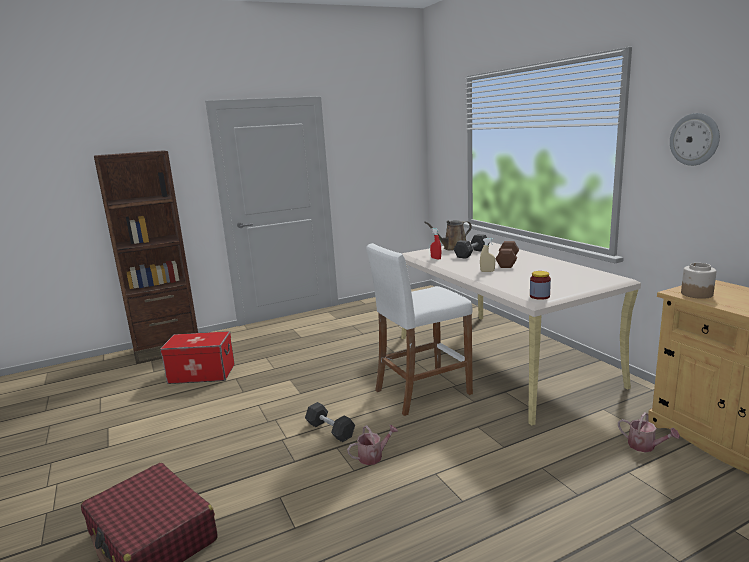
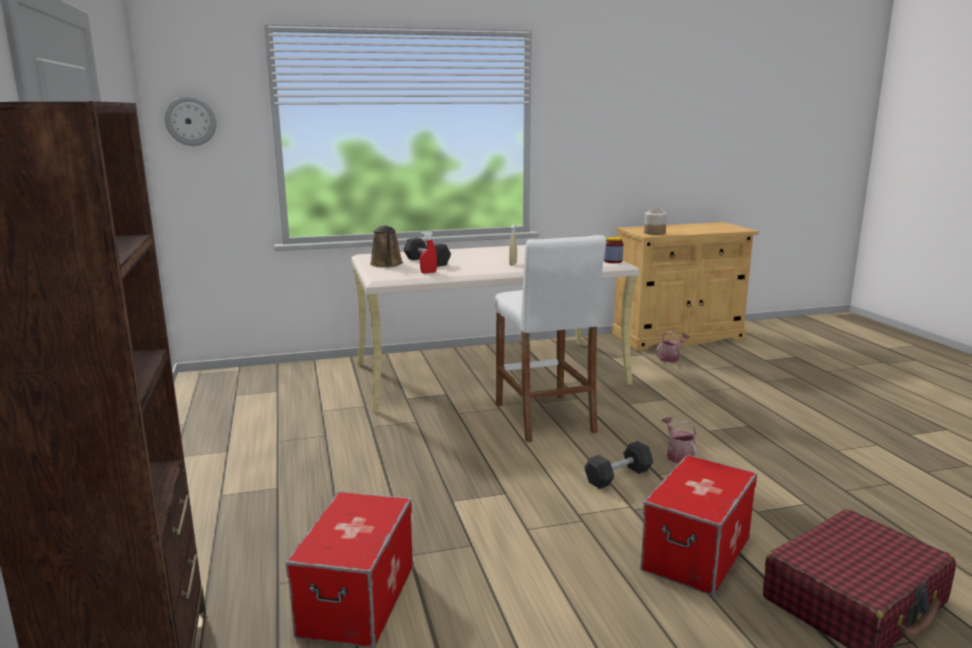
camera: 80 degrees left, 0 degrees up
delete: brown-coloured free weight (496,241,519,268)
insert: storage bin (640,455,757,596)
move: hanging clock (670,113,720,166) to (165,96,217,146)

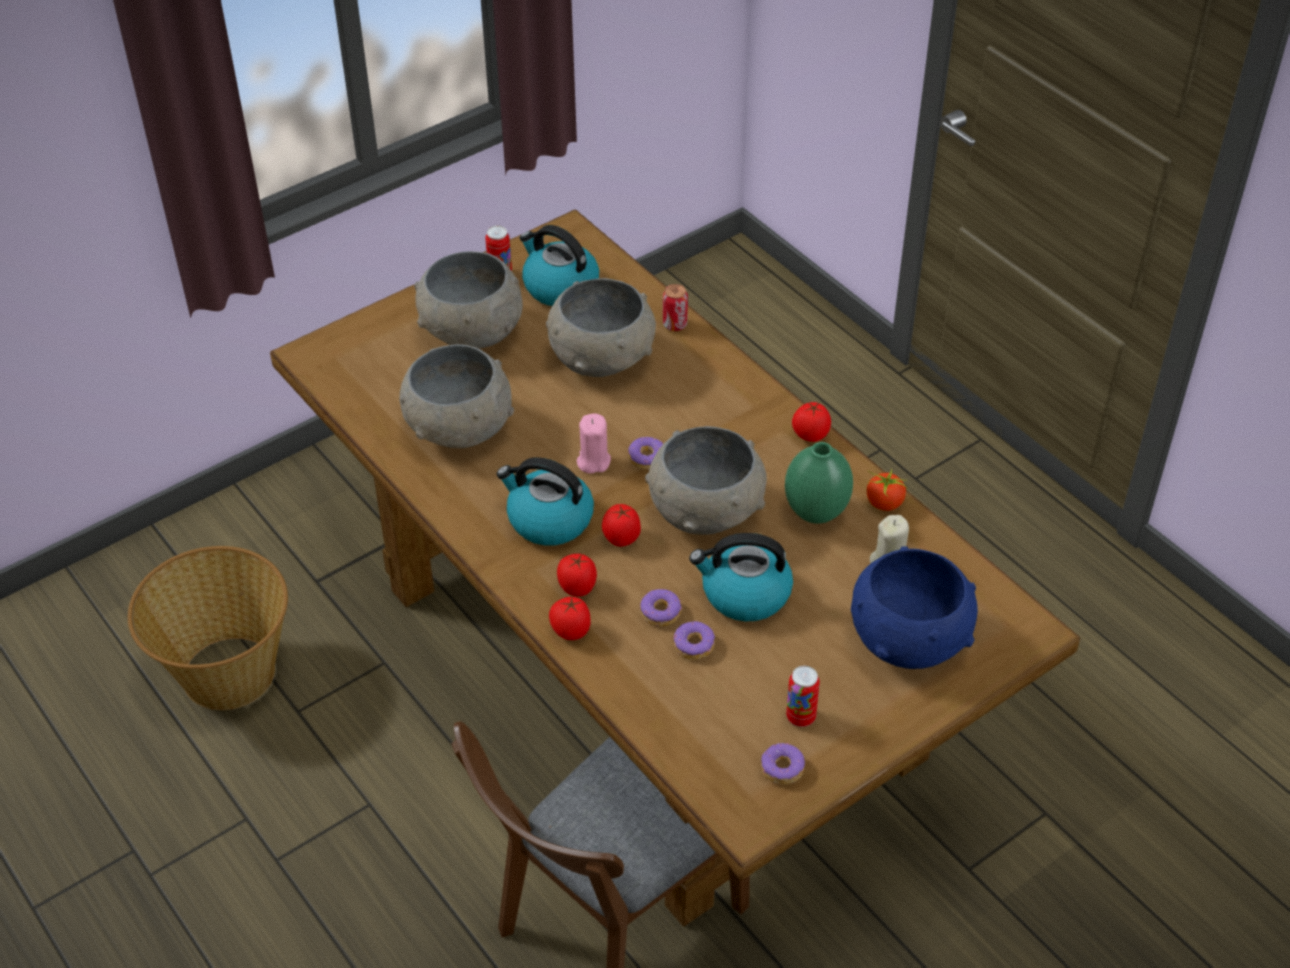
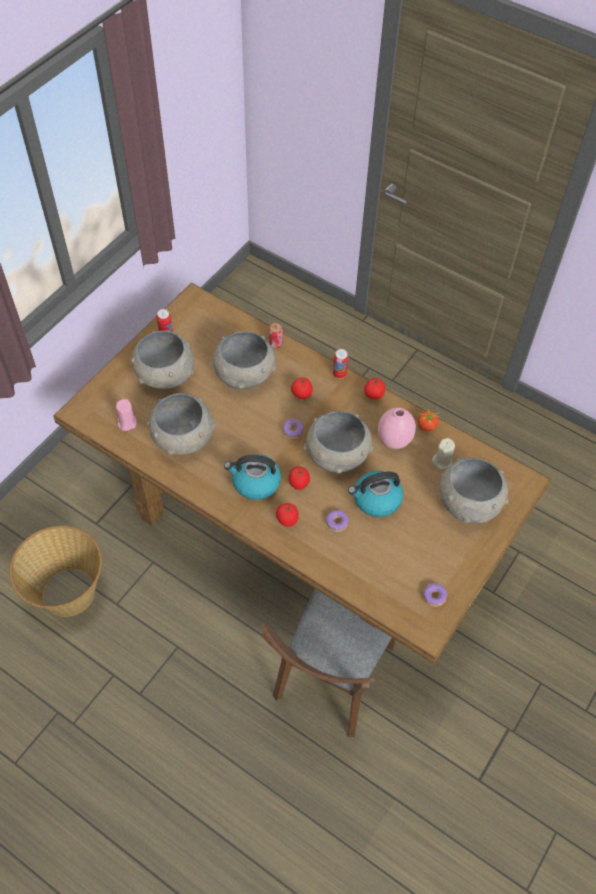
camera: 20 degrees left, 10 degrees up
delete: water kettle (520,225,599,306); doughnut (674,621,715,660)
move: fresh tomato (549,597,591,640) to (291,378,313,399); pink-coloured candle (577,413,611,474) to (116,399,136,431); can (786,666,820,727) to (333,349,348,379)
recolor: greenish flower vase (785,442,853,524) to pink-coloured flower vase (378,408,416,449); blue-coloured serving bowl (851,546,978,669) to greyish serving bowl (440,457,509,524)

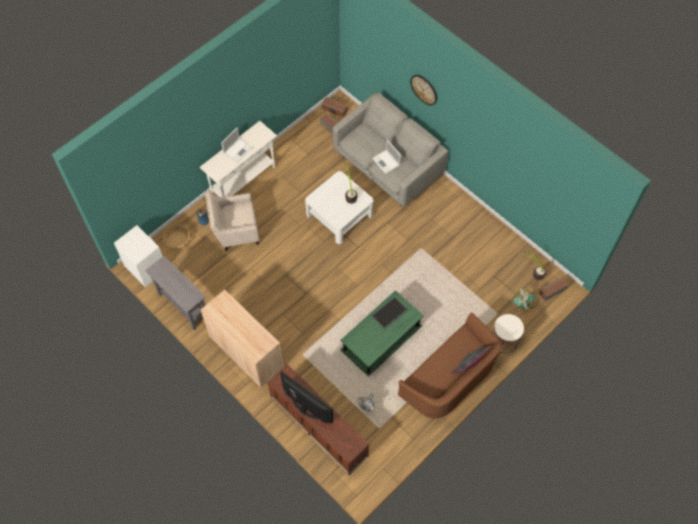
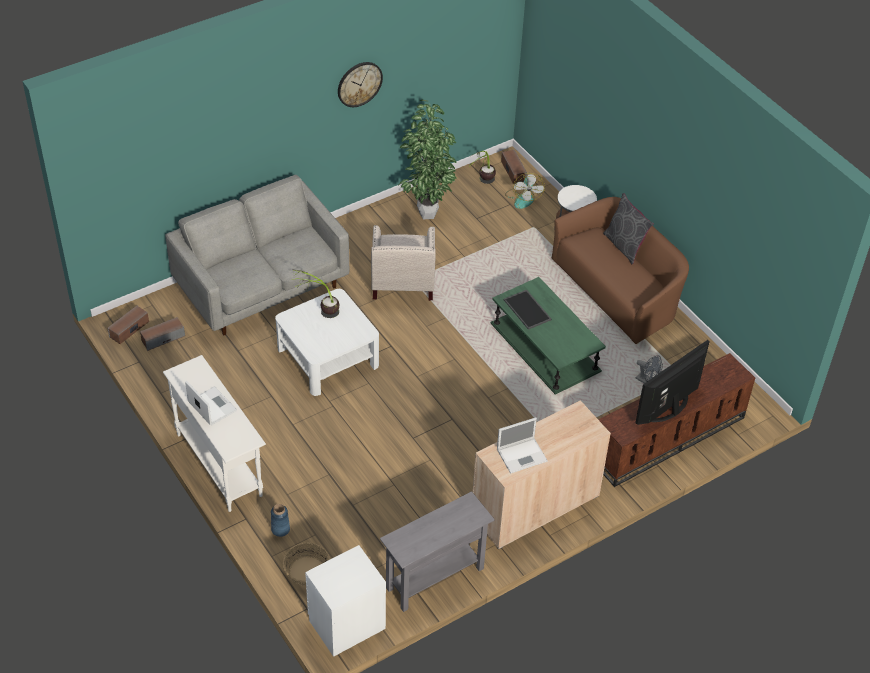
camera: 80 degrees left, 15 degrees down
insert: houseplant (399,100,457,219)
move: beige-coloured armchair (205,190,259,252) to (371,225,436,301); laptop (372,139,401,174) to (497,417,548,474); hanging clock (410,75,437,105) to (338,62,383,107)

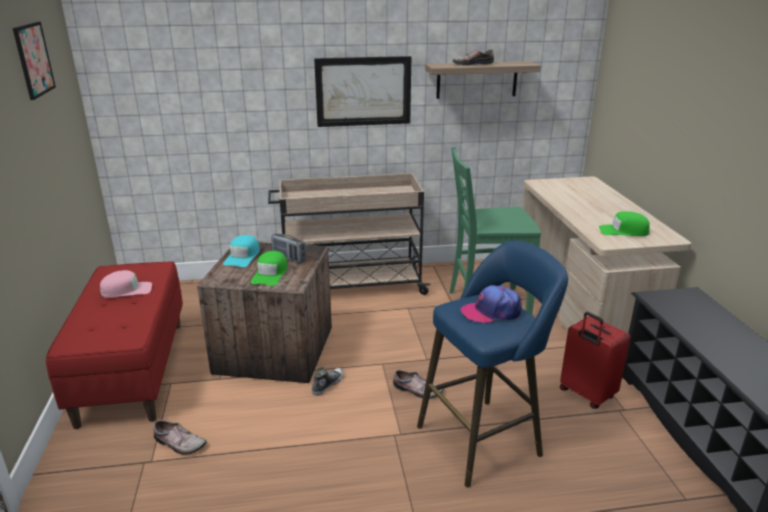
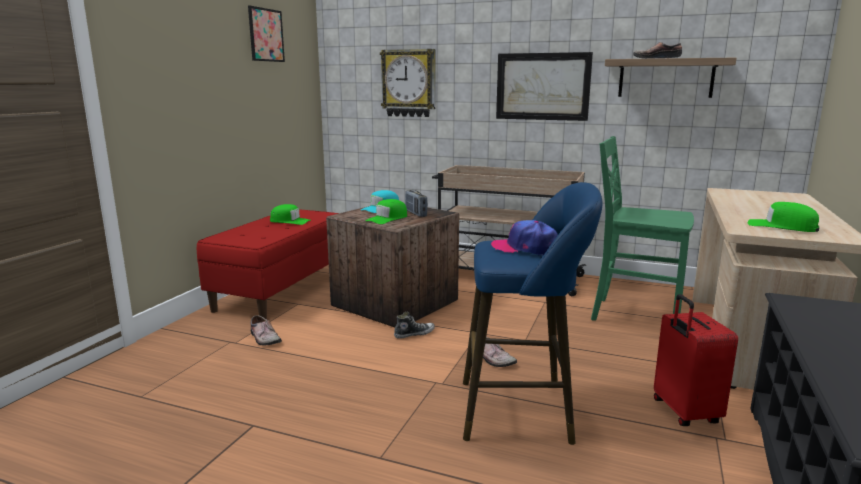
camera: 30 degrees right, 10 degrees down
insert: hanging clock (380,49,436,117)
recolor: pink-coloured peaked cap (100,270,152,298) to greenish peaked cap (270,204,311,225)

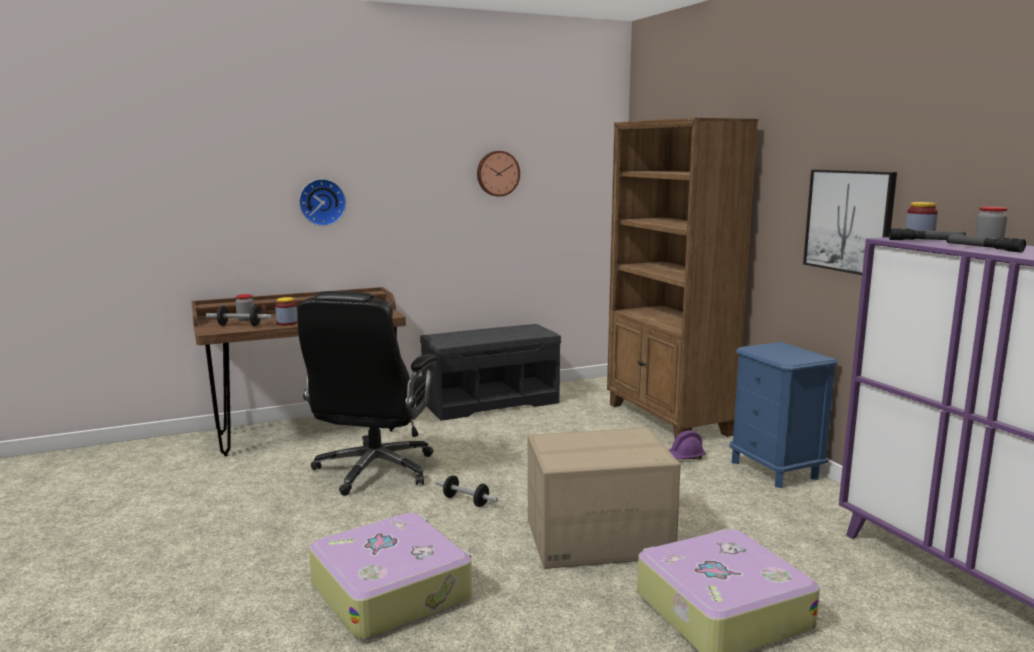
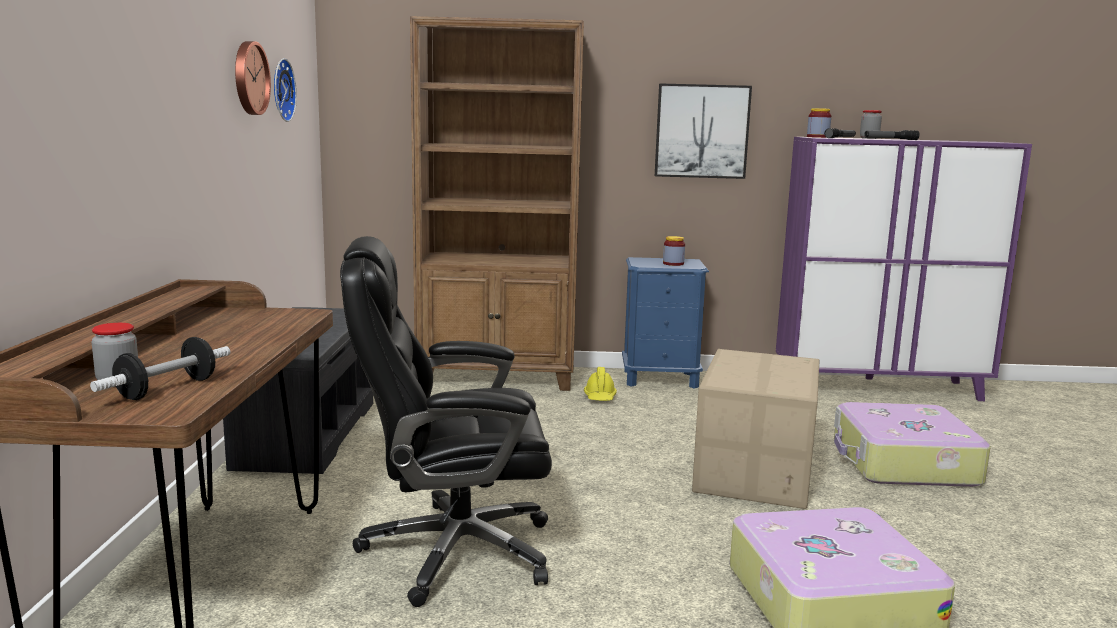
camera: 65 degrees left, 0 degrees up
delete: free weight (435,475,498,507)
move: jar (275,297,297,326) to (663,236,685,266); hanging clock (299,179,346,226) to (274,58,297,122)
recolor: purple safety helmet (669,430,706,460) to yellowish safety helmet (584,367,617,401)
rotate: black-coloured desk chair (297,291,437,496) = (340,236,552,607) 135 degrees clockwise

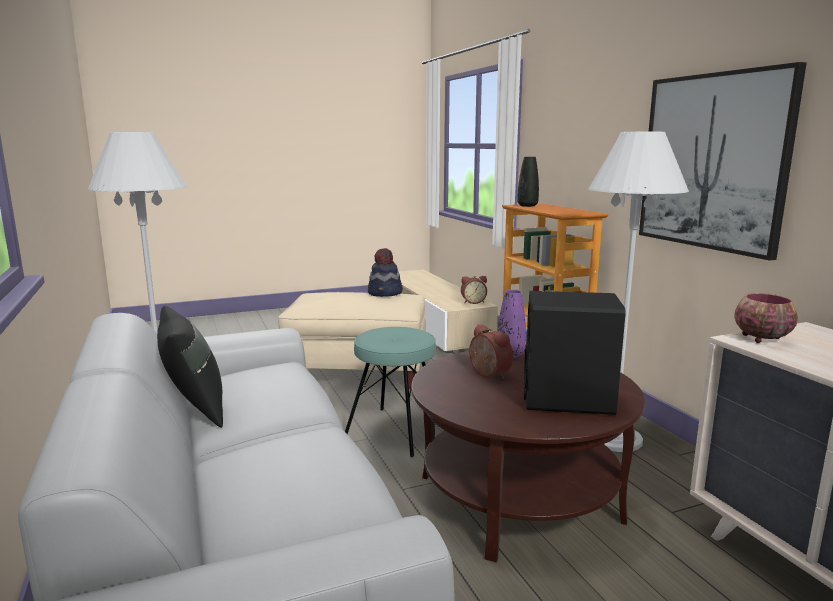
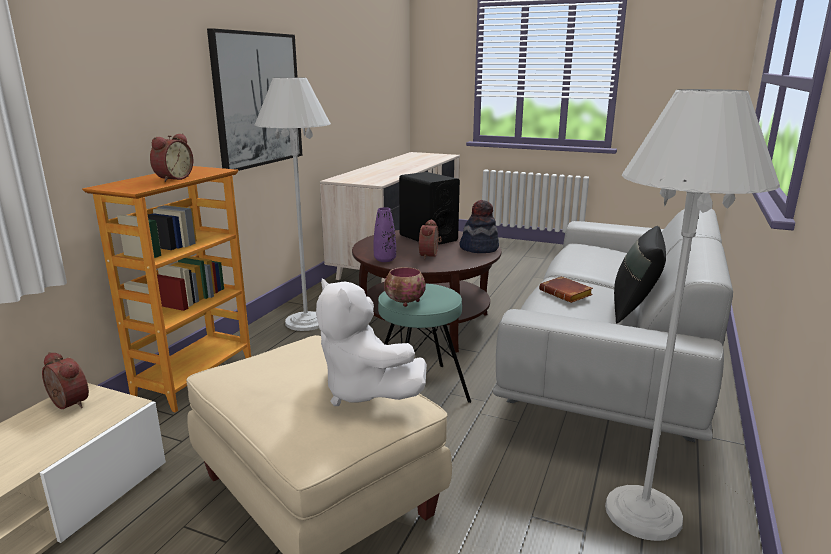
camera: 135 degrees left, 5 degrees up
delete: black-coloured flower vase (517,157,539,207)
insert: alarm clock (150,133,193,182); white-coloured plush toy (316,278,427,406); brown-coloured book (539,276,593,303)
move: clothing hat (368,248,403,297) to (459,200,499,253); serving bowl (734,293,798,343) to (384,267,426,307)

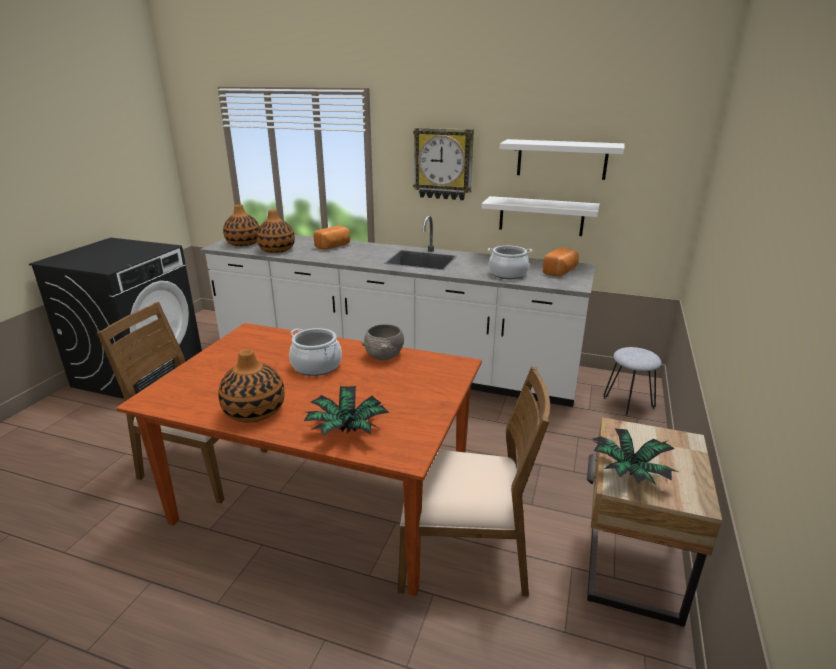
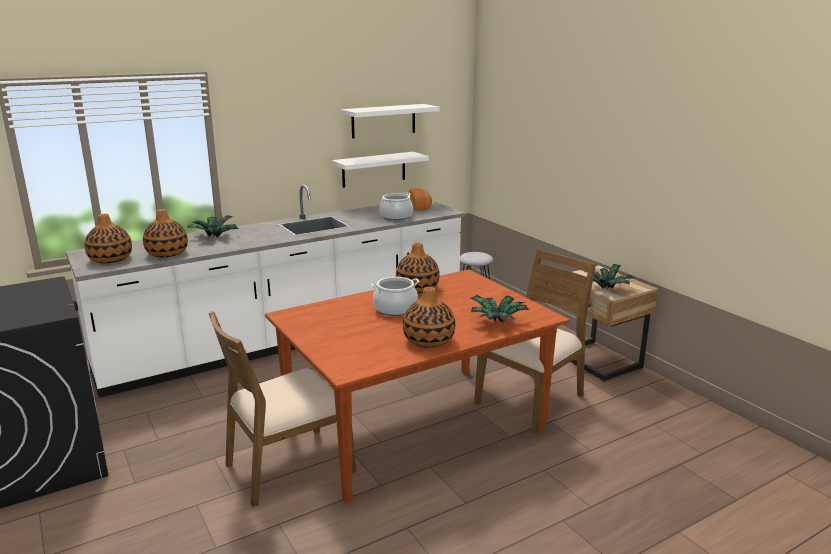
camera: 50 degrees left, 5 degrees down
delete: hanging clock (413,128,474,200)
replace: baked bread (314,225,350,249) to houseplant (187,215,239,237); greyish serving bowl (362,324,404,360) to flower vase (396,243,440,293)

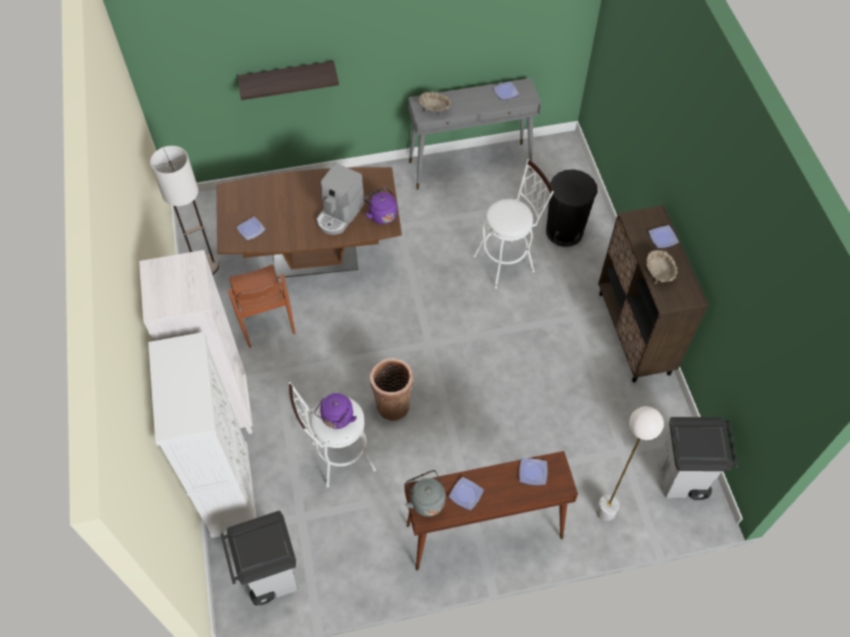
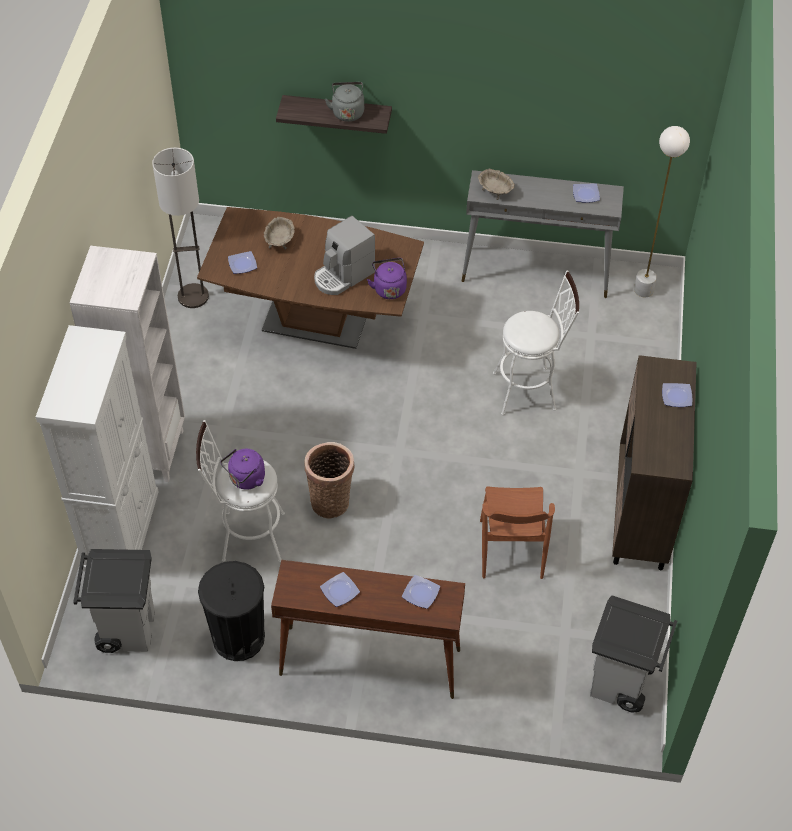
camera: 20 degrees right, 5 degrees down
move: brown-coloured upright chair (228,265,295,348) to (480,486,555,579); greyish water kettle (405,470,446,516) to (325,82,364,122); black-coloured waste bin (546,169,597,247) to (198,561,265,661); white-coloured standing lamp (596,406,664,521) to (634,126,690,297); beige-coloured serving bowl (647,250,678,284) to (264,217,295,250)

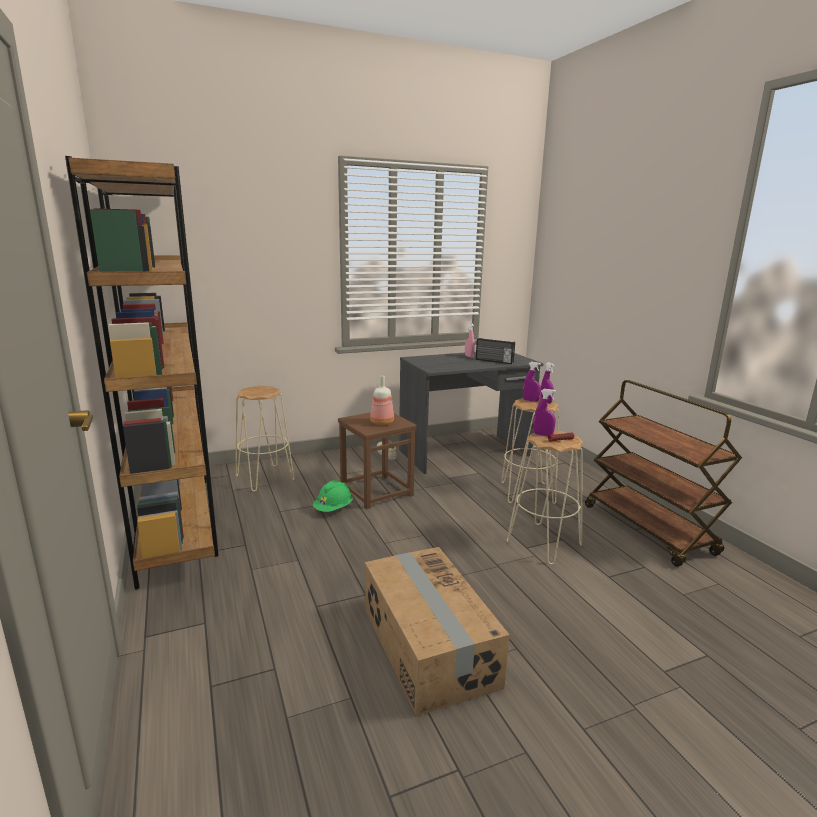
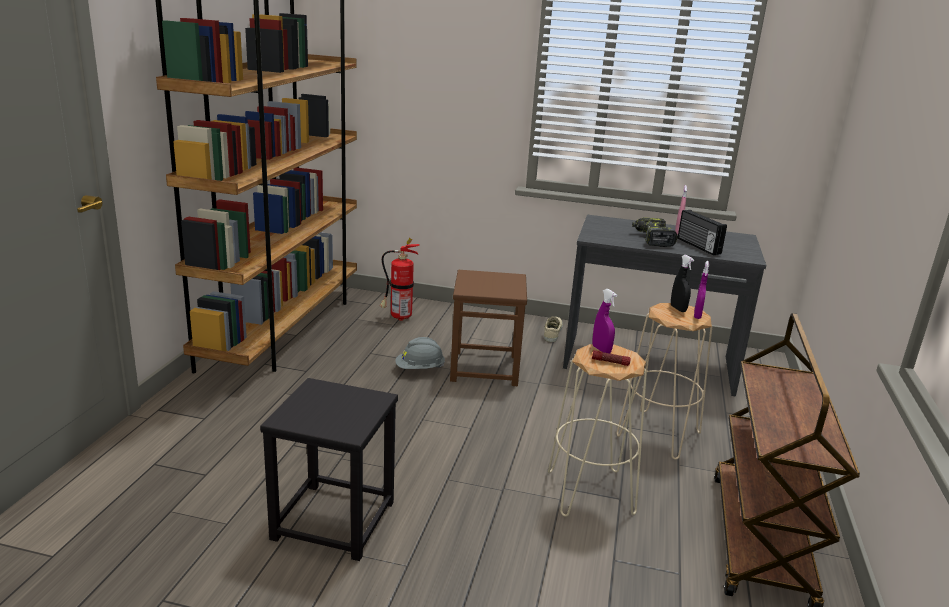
camera: 35 degrees right, 5 degrees up
delete: drink bottle (370,376,394,425)
insert: electric drill (632,217,678,247)
replace: beige-coloured sitting stool (235,386,294,492) to fire-fighting cylinder (380,238,419,321); carton (365,547,510,717) to black-coloured sitting stool (260,378,398,561)
recolor: greenish safety helmet (313,480,353,512) to greyish safety helmet (395,337,445,369); purple sprayer (523,362,541,402) to black-coloured sprayer (671,255,694,312)

